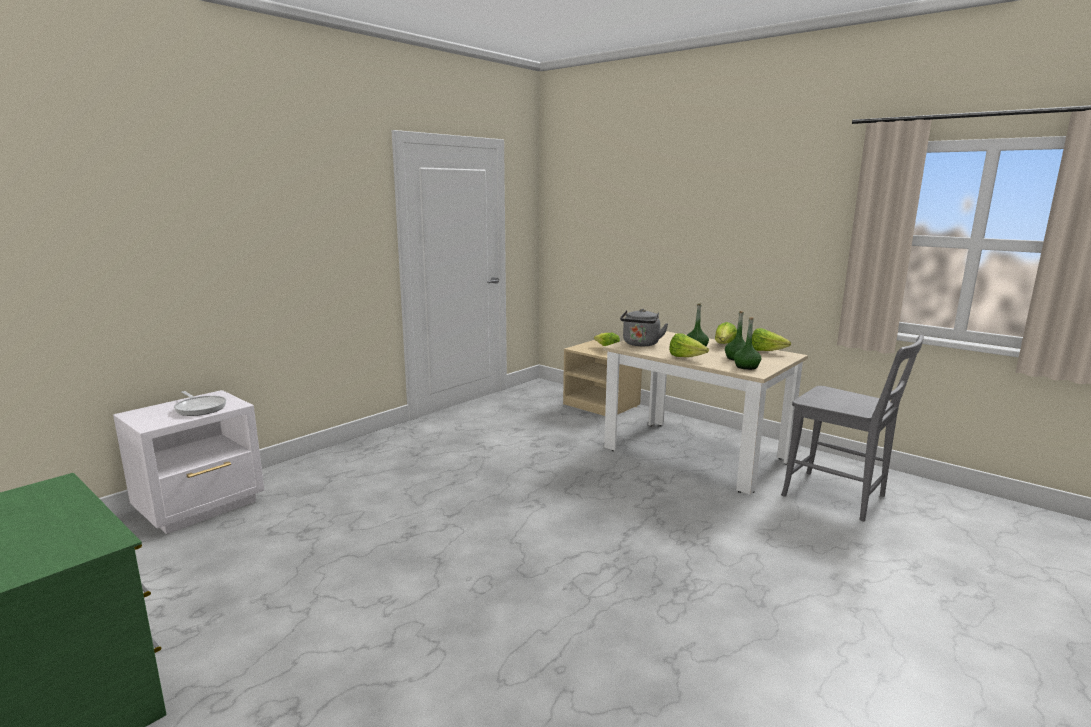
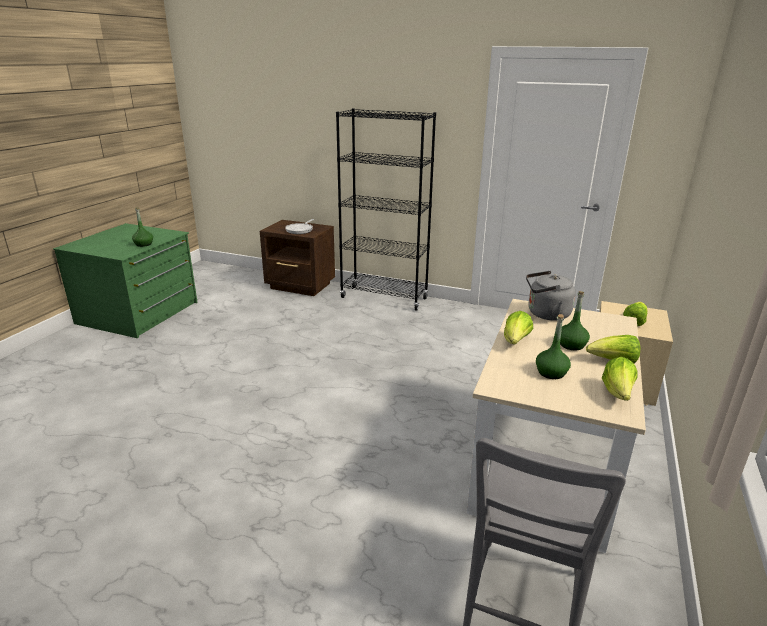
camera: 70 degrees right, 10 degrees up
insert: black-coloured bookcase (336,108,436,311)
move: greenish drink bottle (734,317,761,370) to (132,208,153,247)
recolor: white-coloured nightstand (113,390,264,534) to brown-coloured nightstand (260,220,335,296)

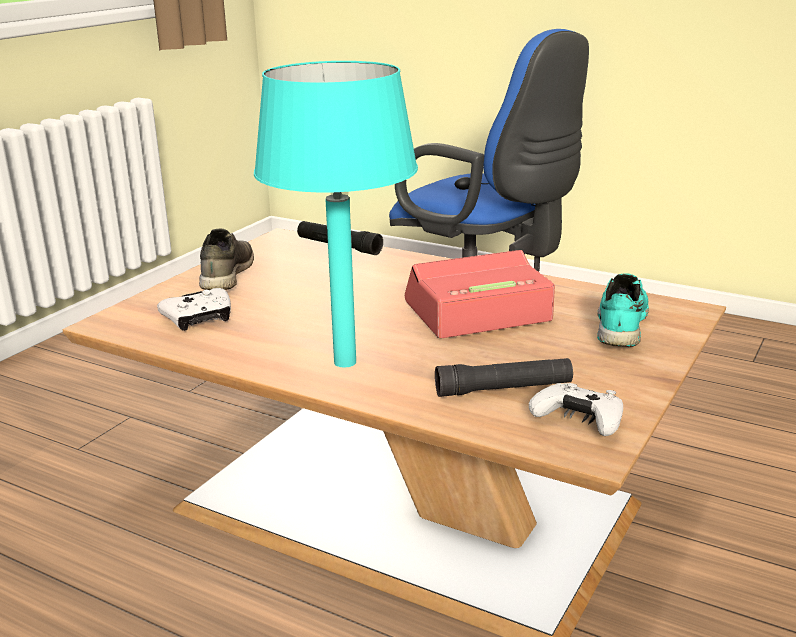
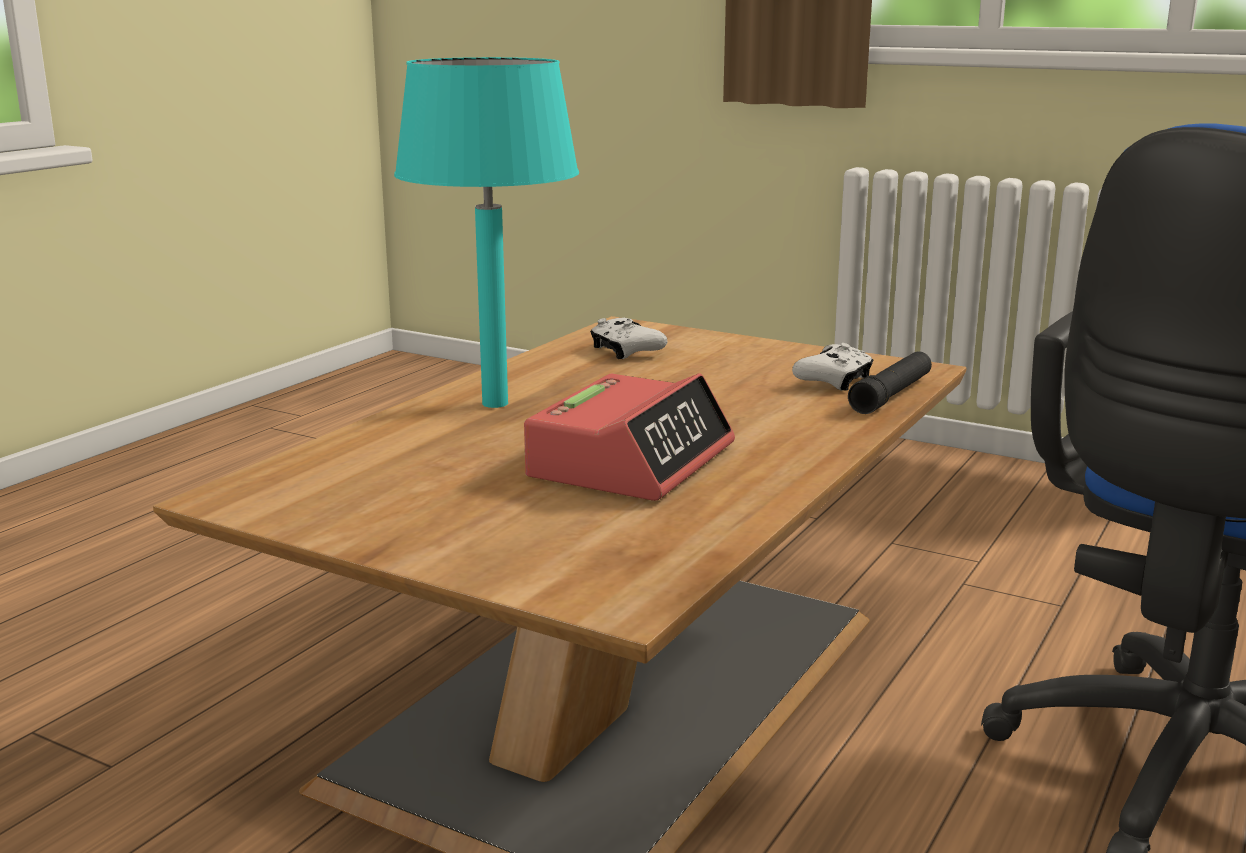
camera: 90 degrees right, 5 degrees down
delete: greyish low shoe (199,229,254,290); black-coloured torch (435,358,573,397); turquoise low shoe (597,273,649,347)
move: white-coloured game controller (529,383,623,436) to (792,343,873,391)
rotate: alarm clock (405,250,555,338) = (524,373,735,501) 45 degrees clockwise

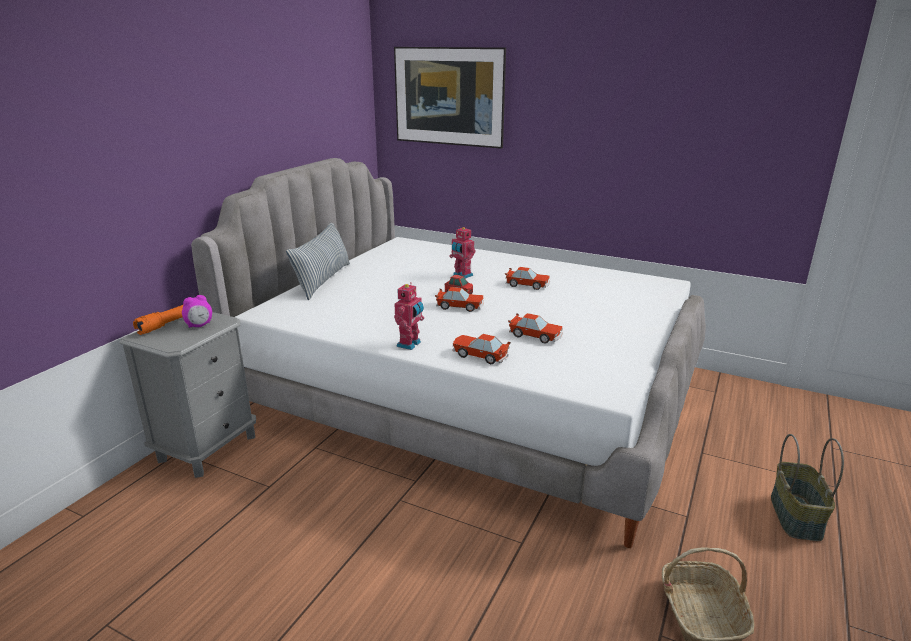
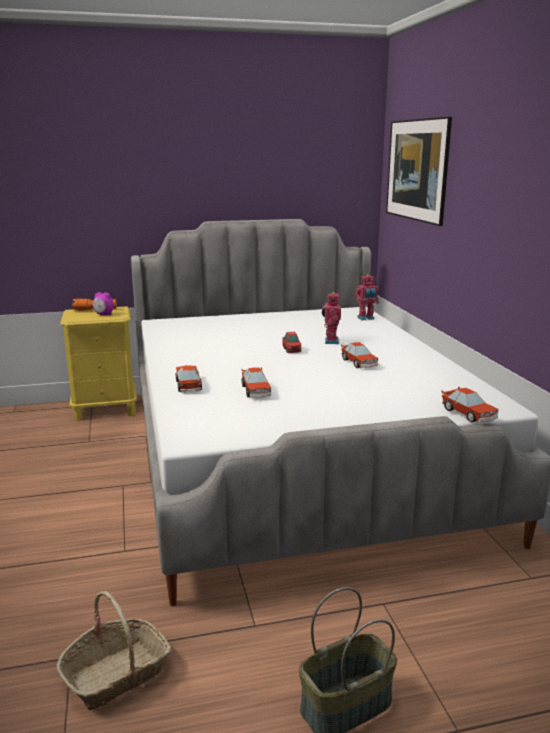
camera: 50 degrees right, 5 degrees down
delete: throw pillow (286,223,350,300)
move: model robot (394,282,424,350) to (355,274,379,320); miniature car (435,287,484,312) to (441,387,499,422)
recolor: greyish nightstand (119,312,256,478) to yellowish nightstand (60,306,137,421)

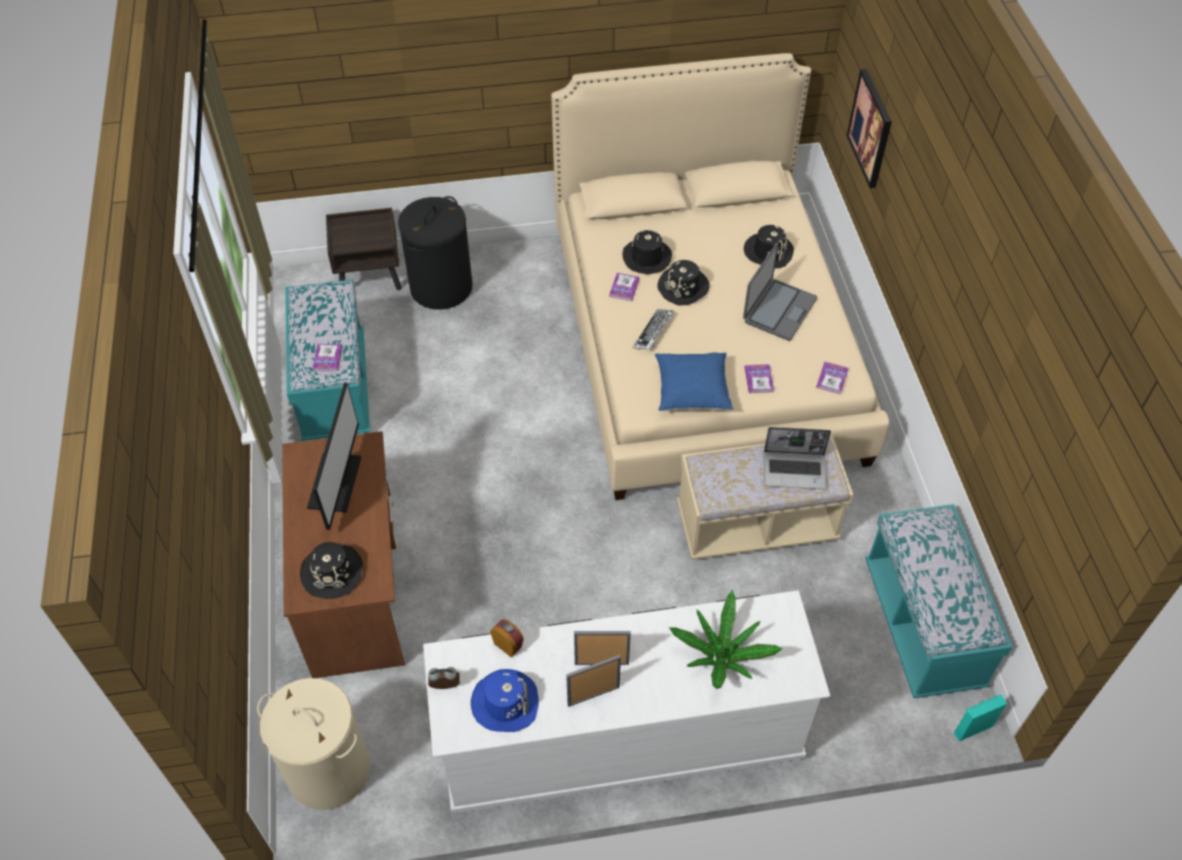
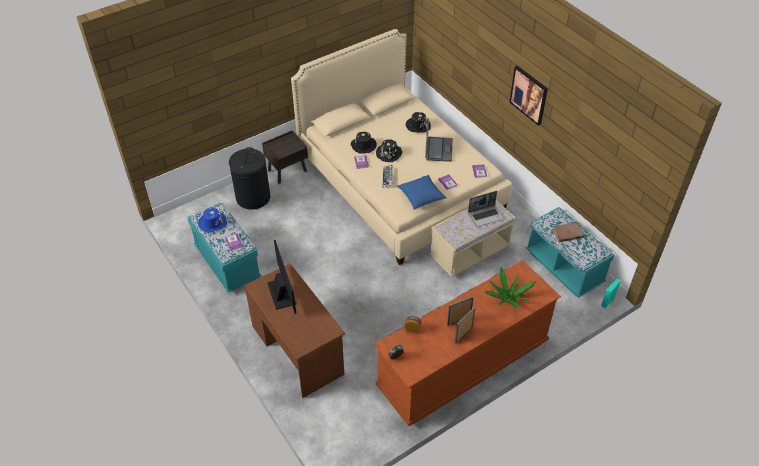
camera: 25 degrees left, 5 degrees down
delete: beige-coloured laundry basket (257,678,370,810); black-coloured clothing hat (300,542,363,599)
insert: brown-coloured book (552,222,584,242)
move: brown-coloured nightstand (326,208,402,290) to (262,130,308,184); blue-coloured clothing hat (471,669,539,732) to (198,208,227,232); wall picture (847,69,892,188) to (509,66,548,126)
recolor: white-coloured drawer chest (423,590,830,813) to brown-coloured drawer chest (374,260,561,426)

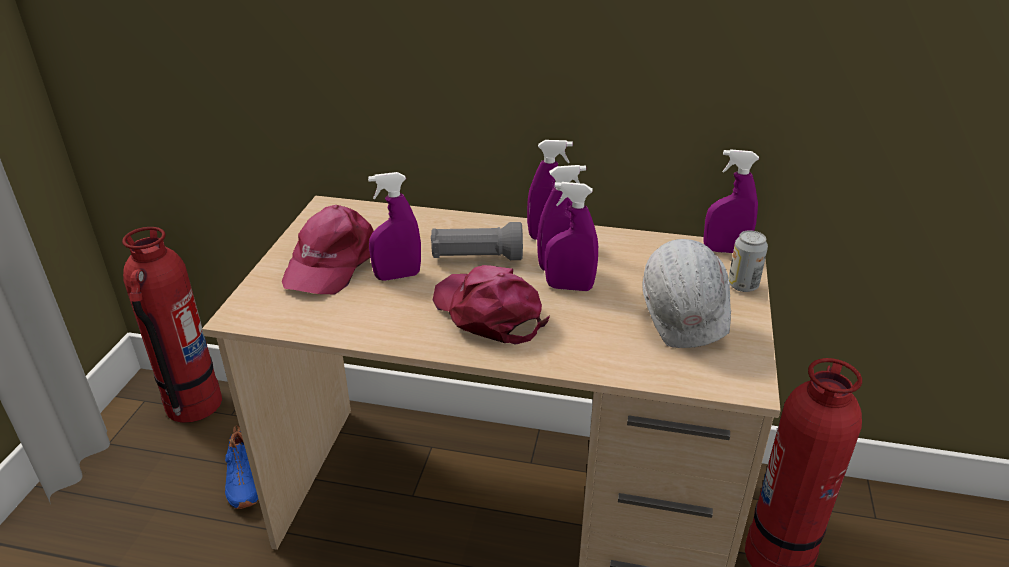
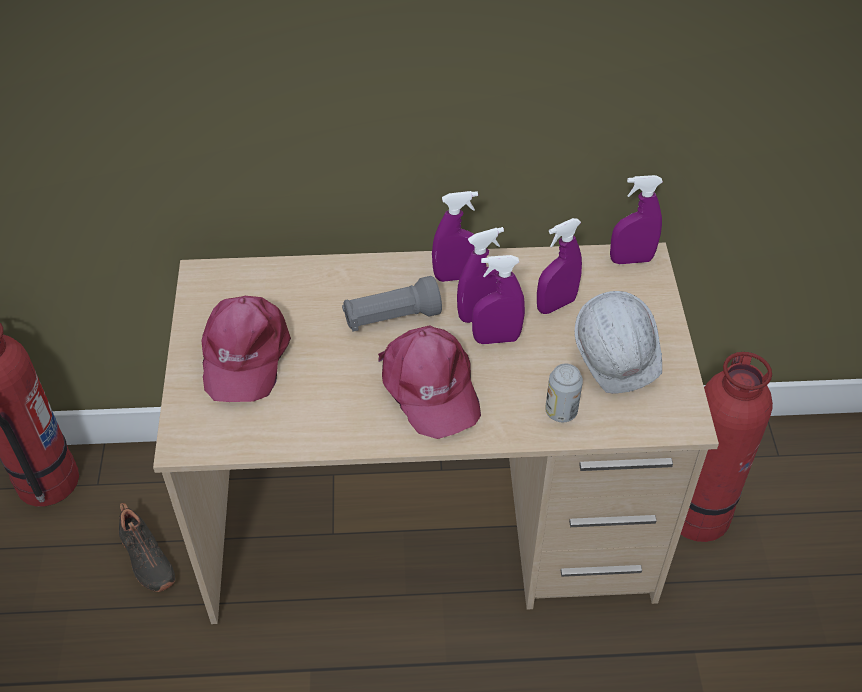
camera: 15 degrees left, 15 degrees up
move: purple sprayer (368,172,421,281) to (537,218,582,314); can (729,230,768,292) to (545,364,583,422)
recolor: blue-coloured low shoe (225,425,259,509) to black-coloured low shoe (119,503,175,592)
rotate: pink-coloured peaked cap (433,265,550,345) = (378,326,481,439) 150 degrees counterclockwise

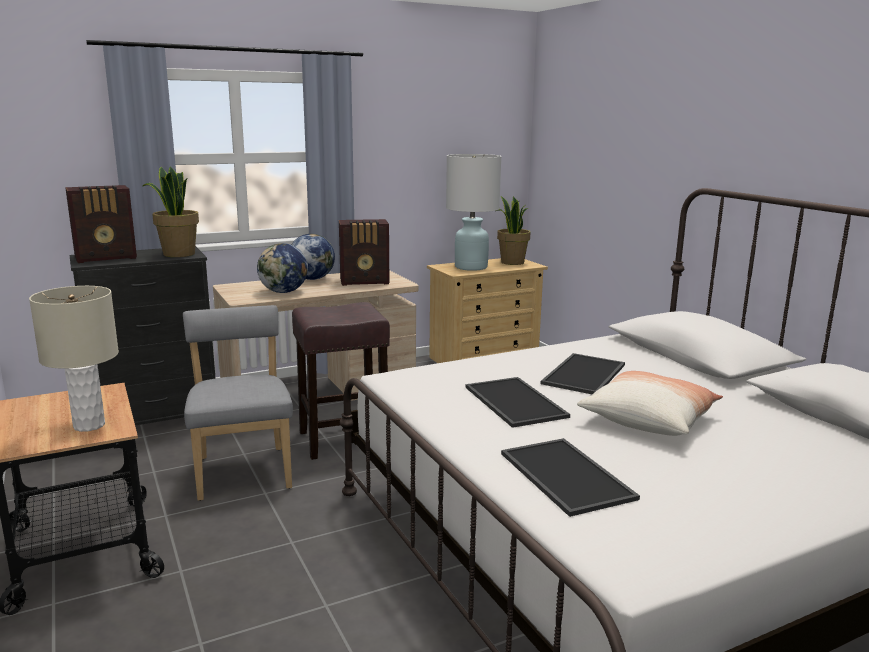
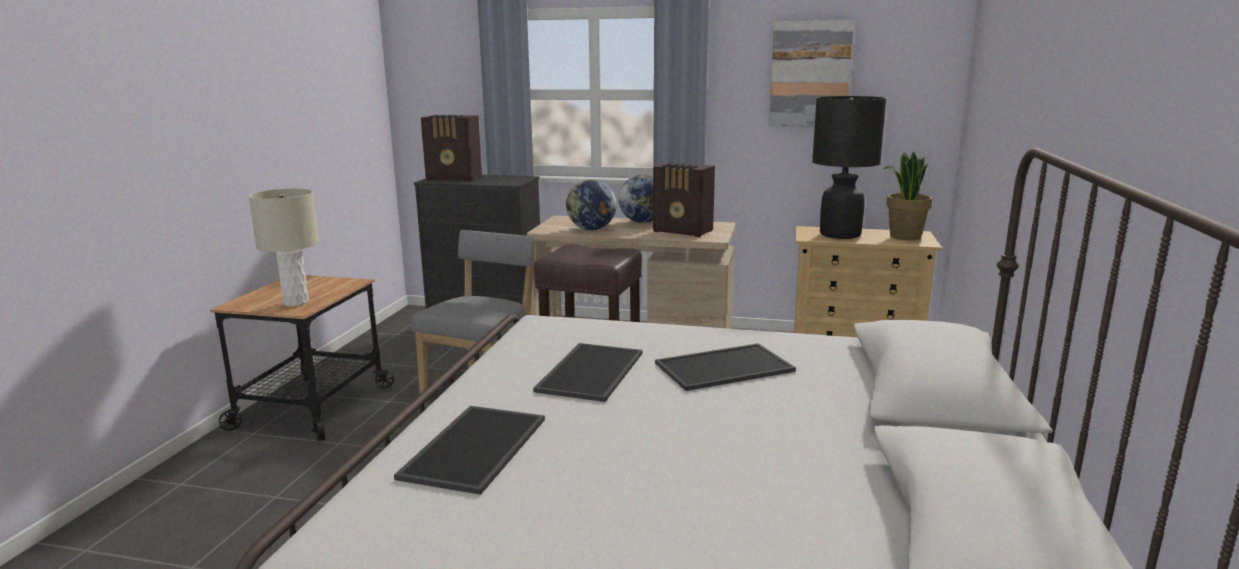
camera: 40 degrees right, 0 degrees up
delete: houseplant (143,166,199,257); throw pillow (577,371,723,436)
insert: wall picture (769,20,854,127)
recolor: white-coloured tabletop lamp (446,154,501,271) to black-coloured tabletop lamp (812,96,887,239)

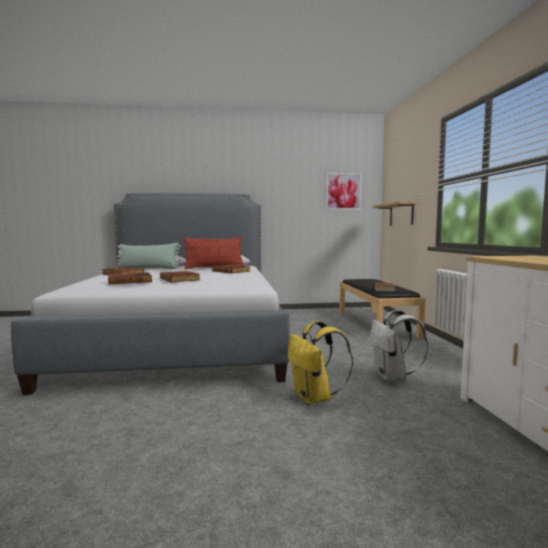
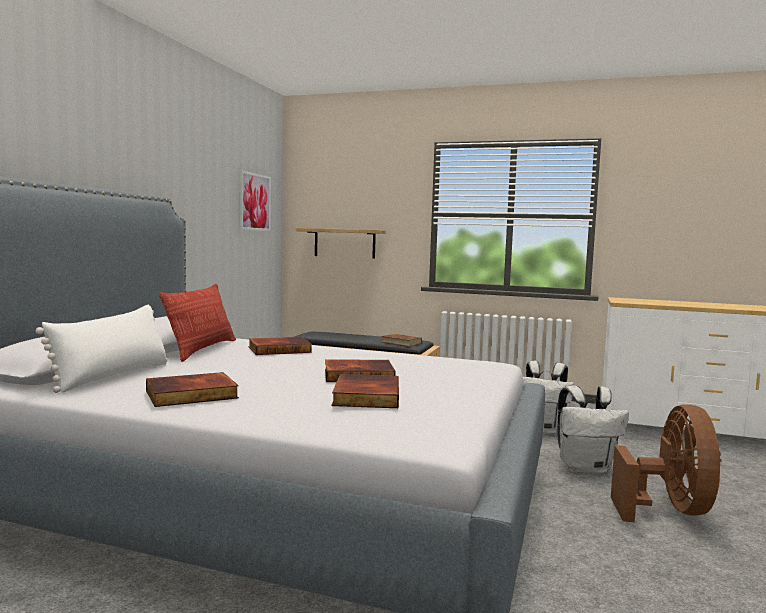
camera: 65 degrees left, 0 degrees up
insert: brown-coloured electric fan (611,404,721,522)
recolor: greenish throw pillow (116,242,181,269) to white-coloured throw pillow (36,305,168,393); yellowish knapsack (288,321,353,404) to white-coloured knapsack (557,385,629,474)

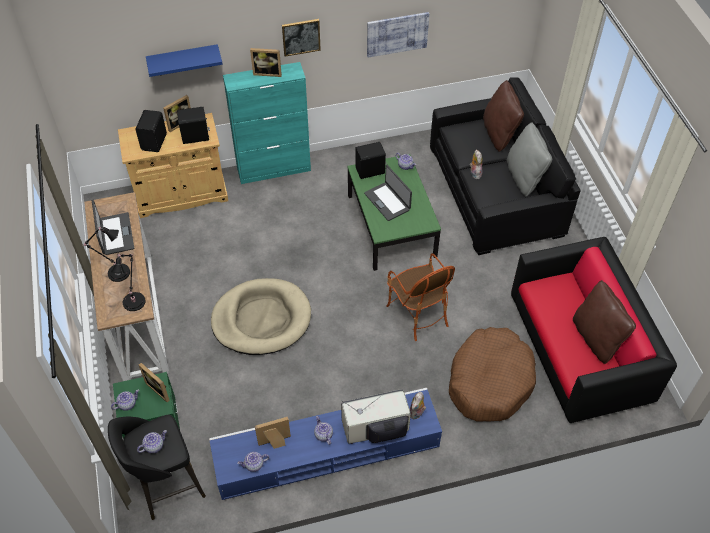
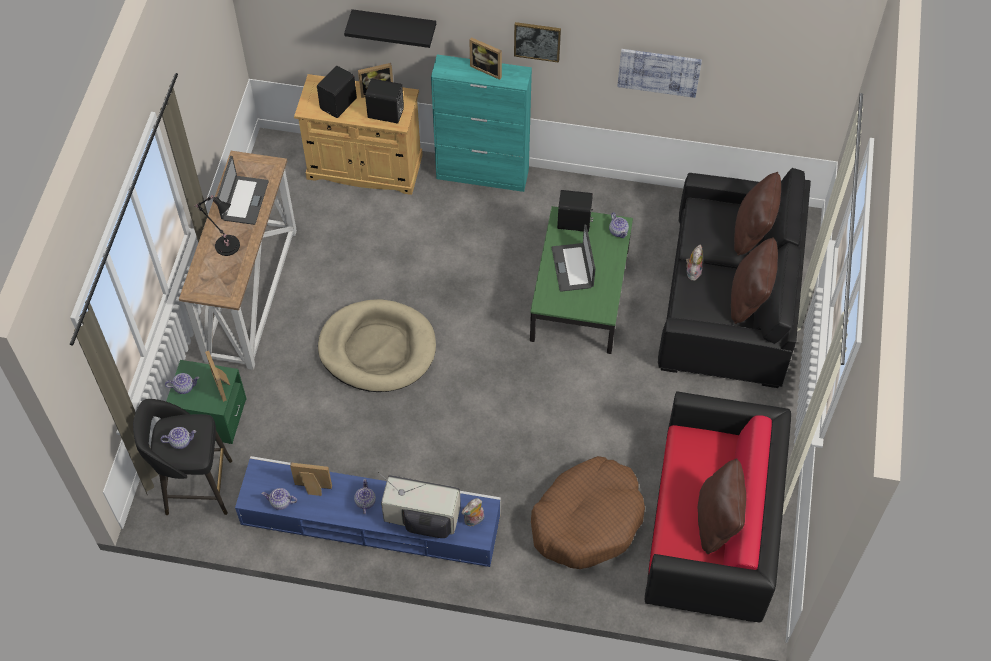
camera: 25 degrees right, 5 degrees up
delete: black-coloured tabletop lamp (111,254,146,311); armchair (386,253,455,341)
recolor: blue-coloured bracket shelf (146,44,223,77) to black-coloured bracket shelf (344,9,436,48); greyish throw pillow (507,122,552,197) to brown-coloured throw pillow (731,237,778,324)

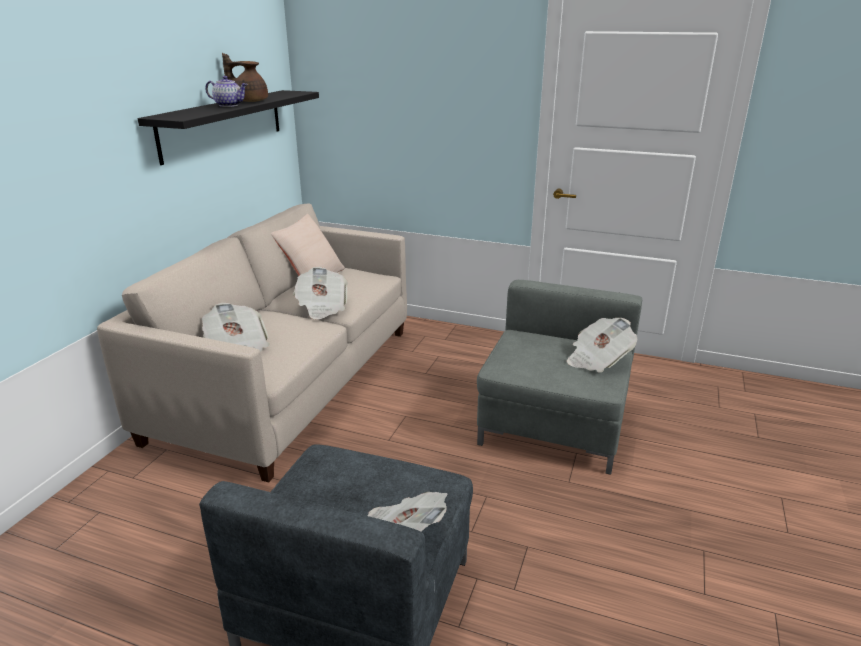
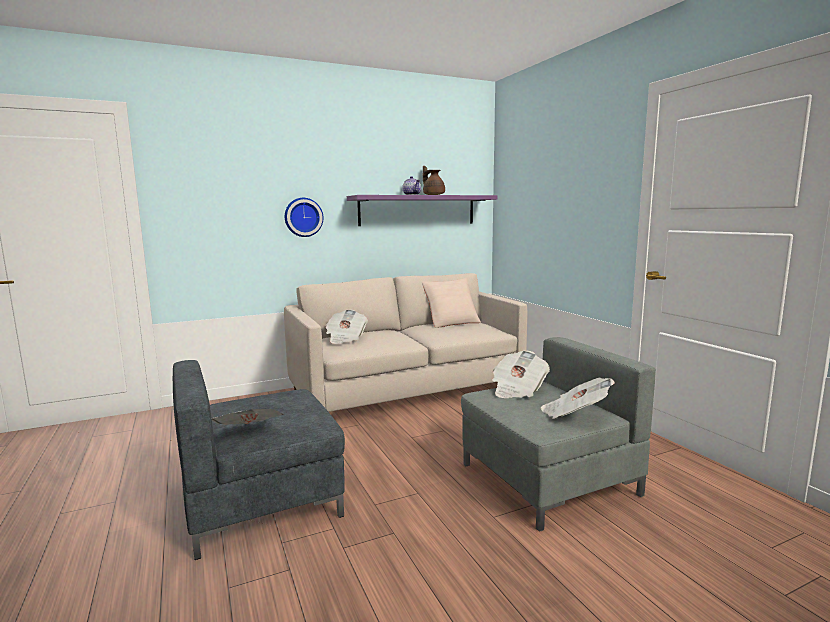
camera: 45 degrees right, 15 degrees down
insert: hanging clock (285,198,323,237)
move: newspaper (293,267,348,320) to (492,350,550,398)
recolor: black-coloured bracket shelf (138,90,319,165) to purple bracket shelf (347,195,498,226)

